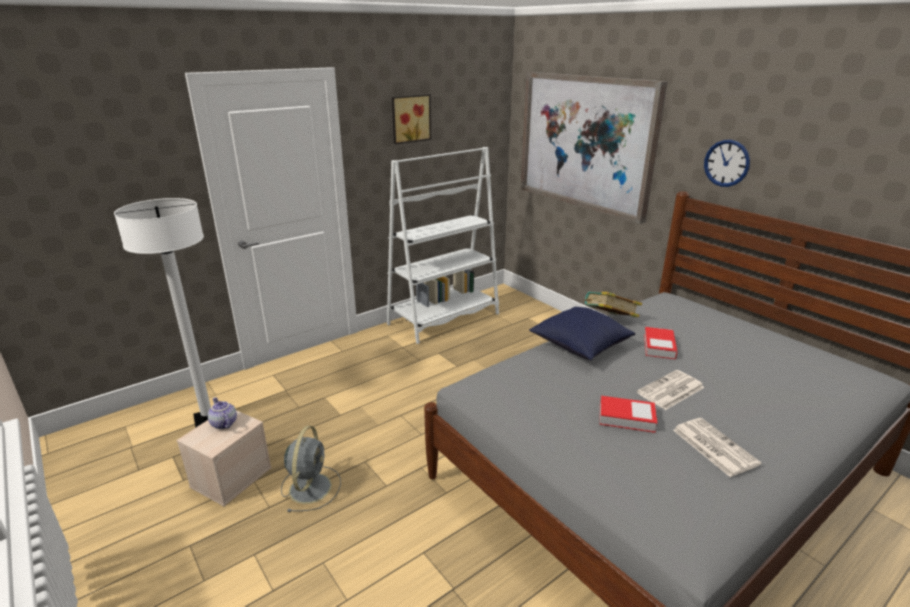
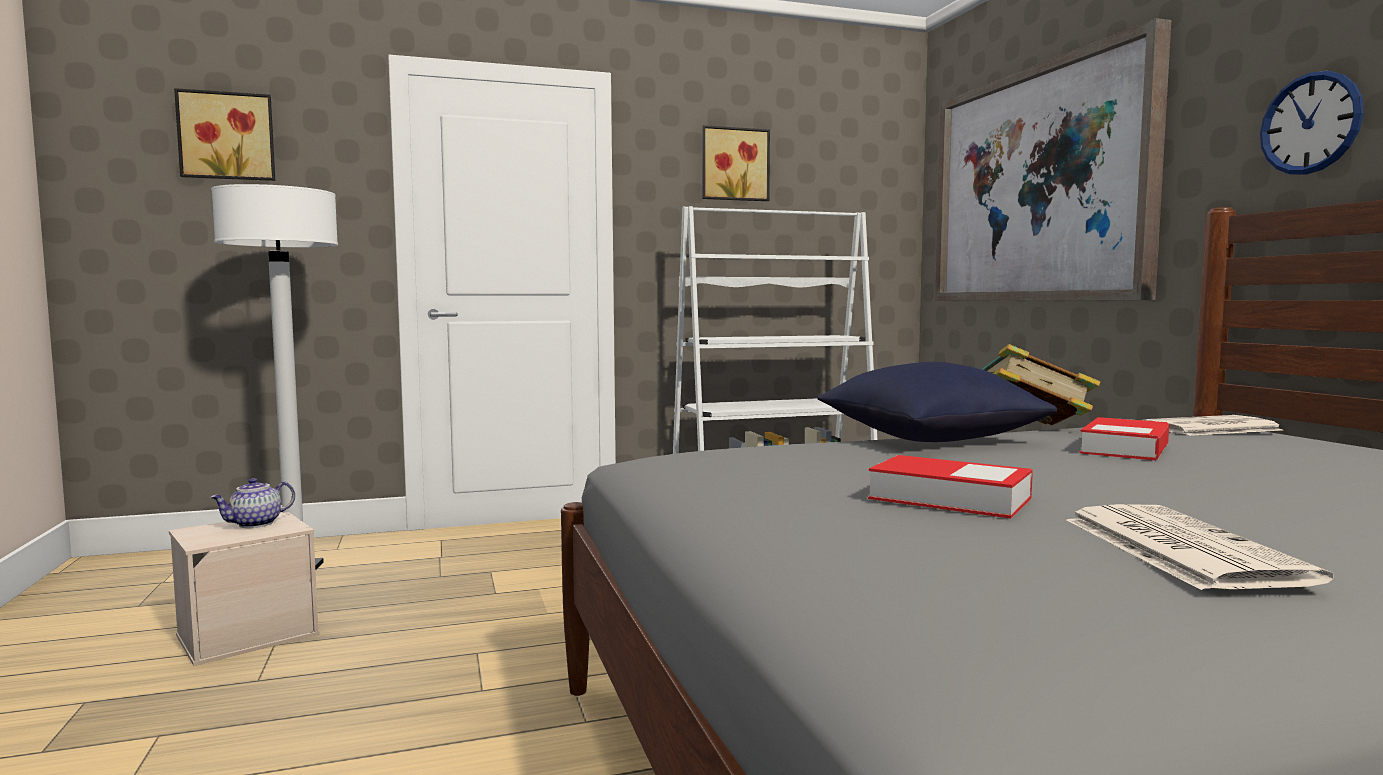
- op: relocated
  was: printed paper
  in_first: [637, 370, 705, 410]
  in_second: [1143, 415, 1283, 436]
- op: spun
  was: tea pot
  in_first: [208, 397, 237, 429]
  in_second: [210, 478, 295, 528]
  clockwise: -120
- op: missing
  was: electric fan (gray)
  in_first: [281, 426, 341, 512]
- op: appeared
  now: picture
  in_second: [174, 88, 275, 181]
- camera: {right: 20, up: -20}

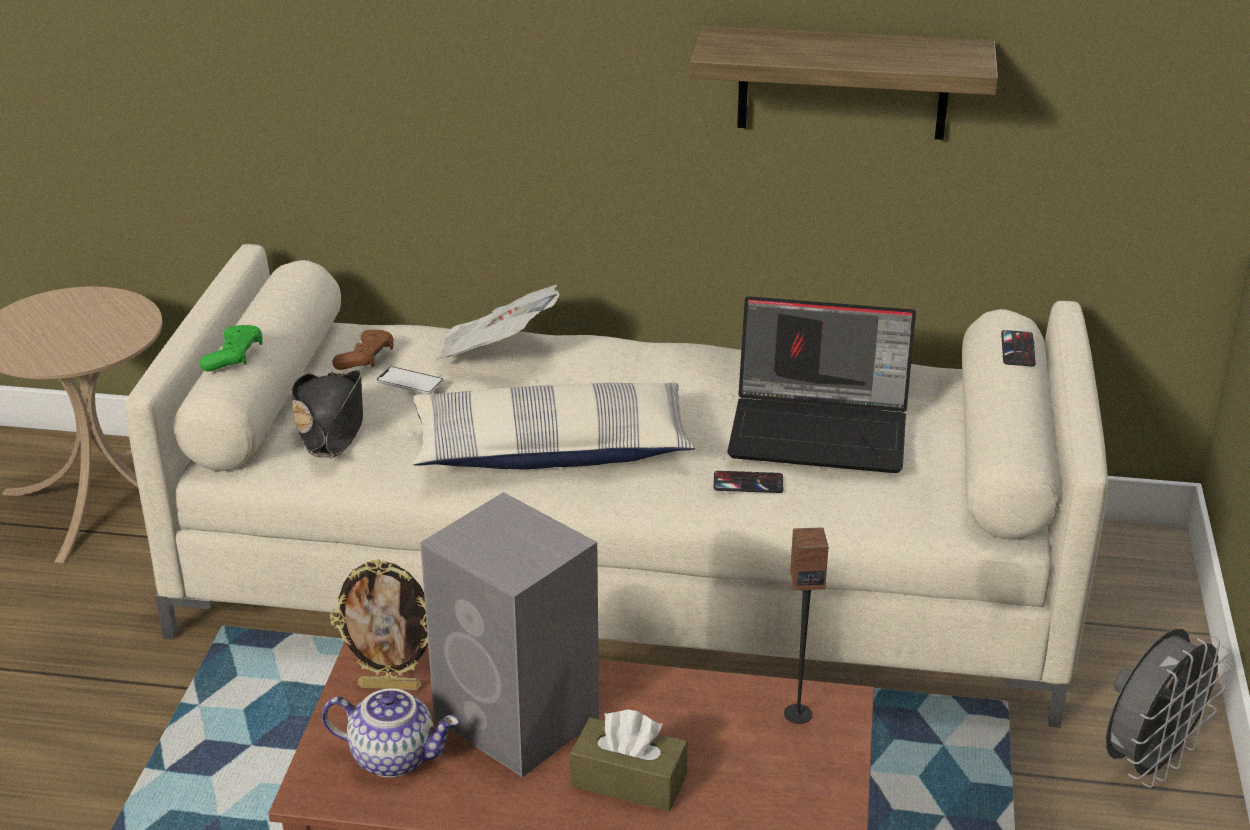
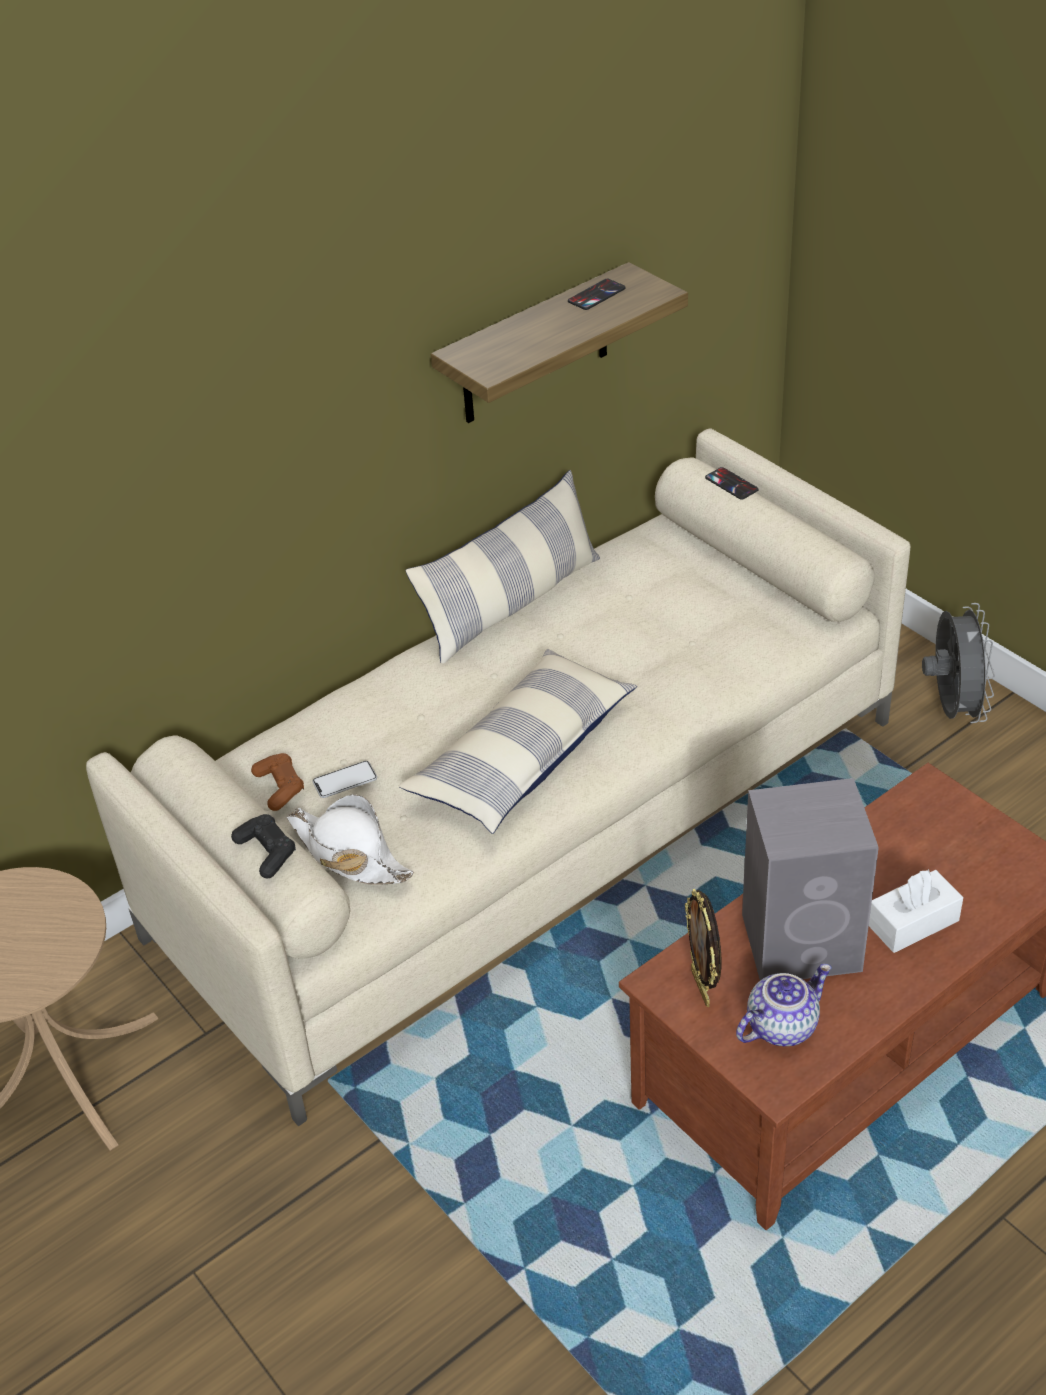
- op: missing
  was: printed paper
  in_first: [436, 285, 560, 360]
- op: missing
  was: laptop
  in_first: [727, 296, 916, 473]
- op: colour
  was: game controller (green-coloured)
  now: game controller (black)
  in_first: [200, 325, 262, 372]
  in_second: [231, 814, 296, 879]
- op: colour
  was: hat (black)
  now: hat (whitish)
  in_first: [291, 370, 363, 458]
  in_second: [287, 794, 414, 885]
- op: relocated
  was: telephone
  in_first: [714, 471, 783, 493]
  in_second: [568, 279, 626, 310]
- op: missing
  was: audio speaker
  in_first: [784, 527, 828, 724]
- op: spun
  was: photo frame
  in_first: [330, 559, 428, 690]
  in_second: [685, 889, 722, 1007]
  clockwise: 120
- op: colour
  was: tissue box (brownish)
  now: tissue box (whitish)
  in_first: [570, 709, 688, 811]
  in_second: [869, 869, 963, 953]
- op: appeared
  now: cushion
  in_second: [405, 470, 600, 663]
- camera: {right: -45, up: 10}

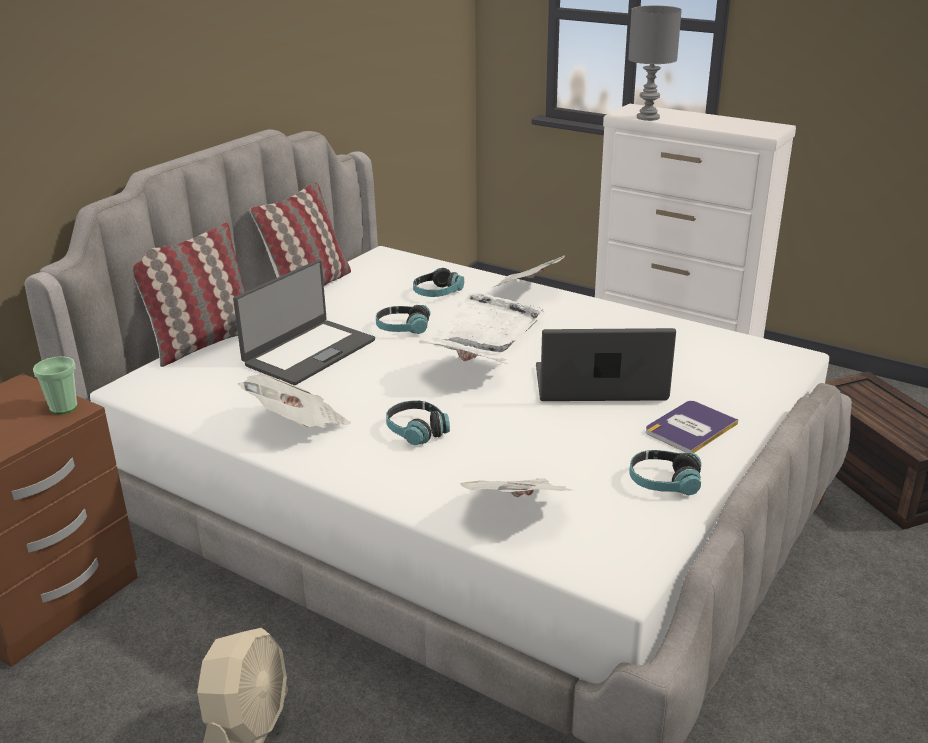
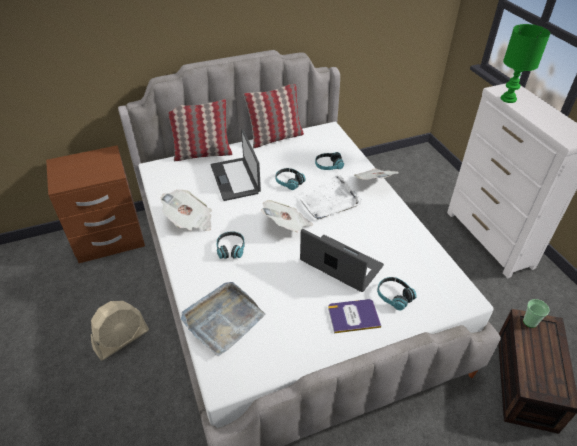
- op: colour
  was: lamp for a table (gray)
  now: lamp for a table (green-coloured)
  in_first: [628, 6, 682, 121]
  in_second: [501, 24, 550, 103]
- op: spun
  was: laptop
  in_first: [233, 260, 375, 385]
  in_second: [211, 129, 261, 201]
  clockwise: 90
- op: relocated
  was: cup
  in_first: [33, 356, 78, 414]
  in_second: [523, 299, 550, 328]
- op: relocated
  was: pair of headphones
  in_first: [629, 450, 701, 495]
  in_second: [377, 277, 417, 310]
- op: exchanged
  was: printed paper
  now: carrying tray (gray)
  in_first: [460, 478, 571, 497]
  in_second: [181, 282, 265, 356]
- camera: {right: 35, up: 15}

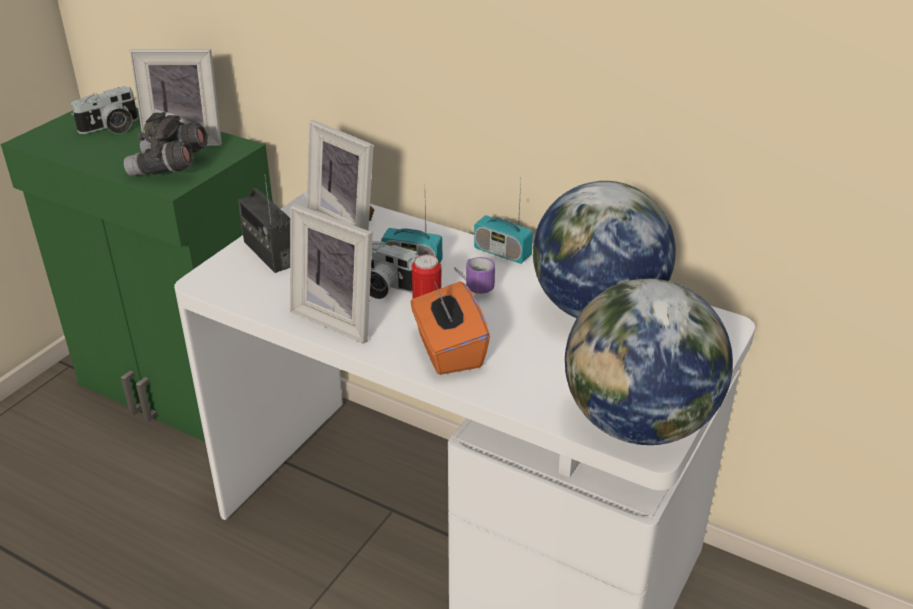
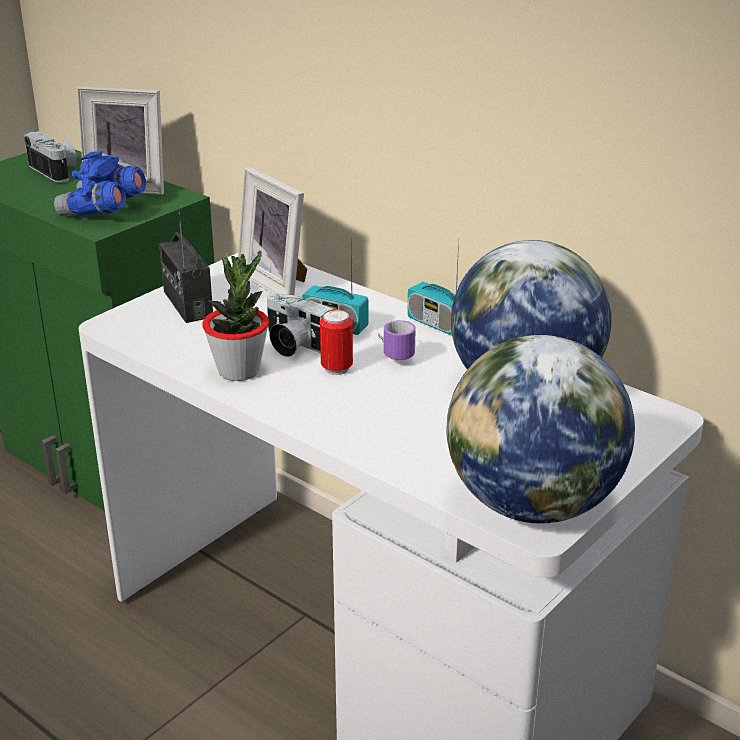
- op: spun
  was: still camera
  in_first: [71, 86, 138, 134]
  in_second: [24, 131, 77, 183]
  clockwise: -105
- op: colour
  was: binoculars (gray)
  now: binoculars (blue-coloured)
  in_first: [124, 112, 208, 176]
  in_second: [54, 151, 147, 216]
- op: exchanged
  was: photo frame
  now: plant in a pot
  in_first: [290, 204, 373, 344]
  in_second: [202, 250, 269, 381]
- op: missing
  was: tissue box (orangey)
  in_first: [410, 281, 490, 375]
- camera: {right: 10, up: -5}

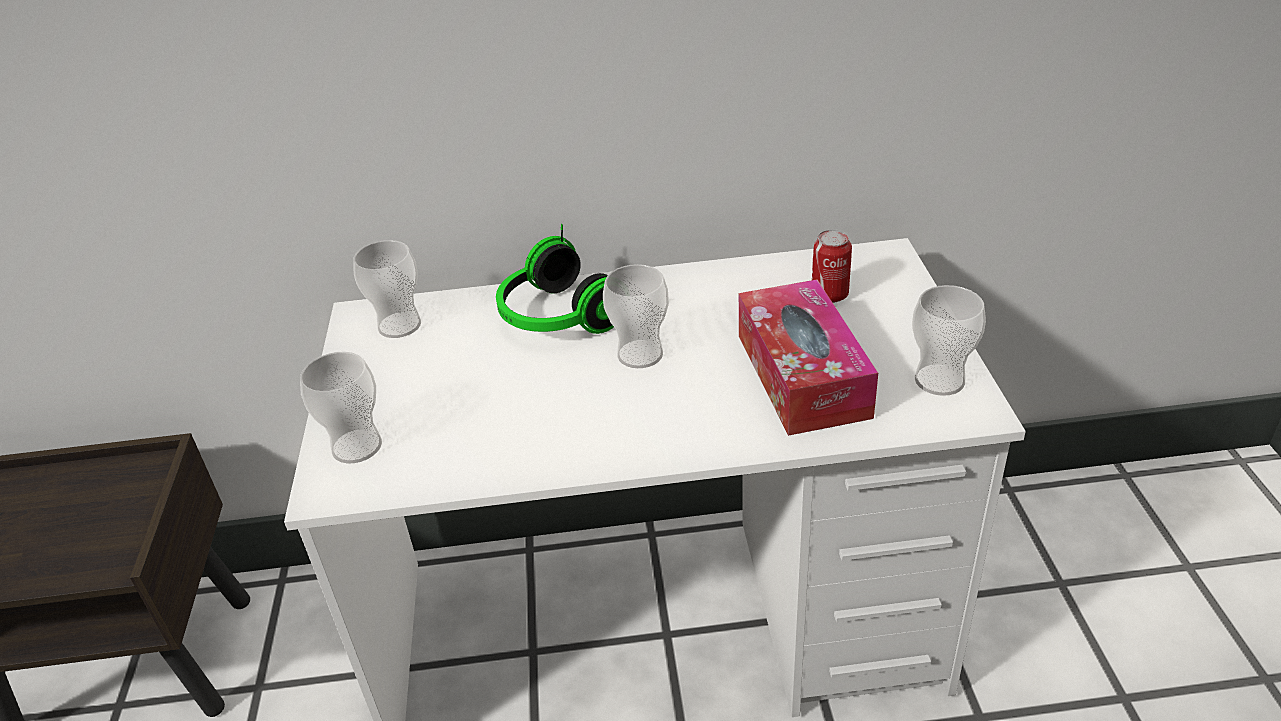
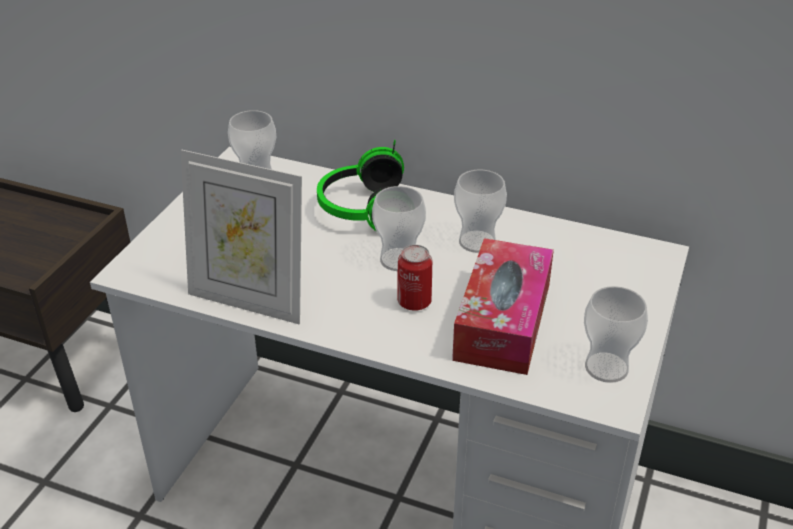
- op: relocated
  was: sealed can
  in_first: [812, 229, 852, 303]
  in_second: [397, 245, 432, 311]
- op: relocated
  was: cup
  in_first: [300, 352, 382, 464]
  in_second: [454, 170, 507, 253]
- op: appeared
  now: photo frame
  in_second: [181, 149, 302, 324]
- camera: {right: 25, up: 0}

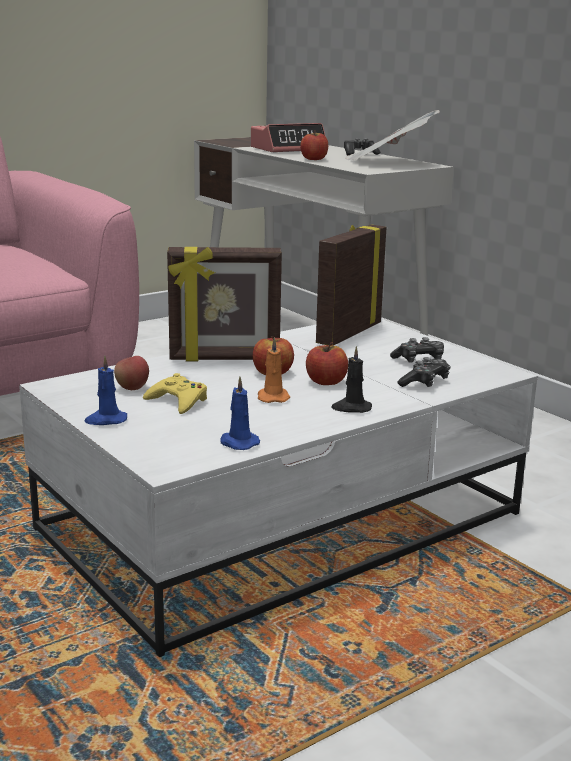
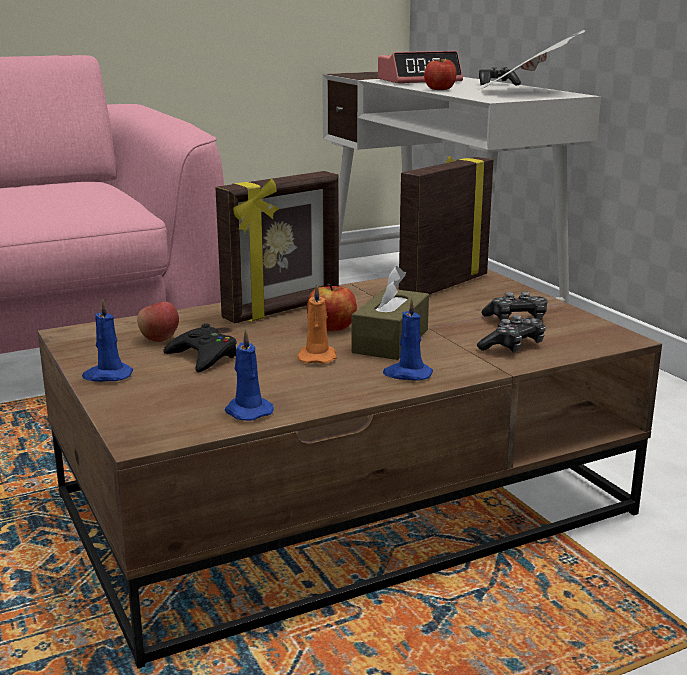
- op: spun
  was: photo frame
  in_first: [167, 247, 282, 361]
  in_second: [215, 171, 339, 323]
  clockwise: -45
- op: colour
  was: lounge table (whitish)
  now: lounge table (brownish)
  in_first: [19, 319, 538, 657]
  in_second: [37, 269, 662, 669]
- op: exchanged
  was: apple
  now: tissue box (brownish)
  in_first: [306, 342, 348, 385]
  in_second: [351, 266, 429, 360]
- op: colour
  was: wax light (black)
  now: wax light (blue-coloured)
  in_first: [331, 346, 372, 413]
  in_second: [383, 297, 433, 381]
- op: colour
  was: game controller (yellow-coloured)
  now: game controller (black)
  in_first: [143, 373, 207, 414]
  in_second: [163, 324, 237, 372]
- camera: {right: 10, up: 0}

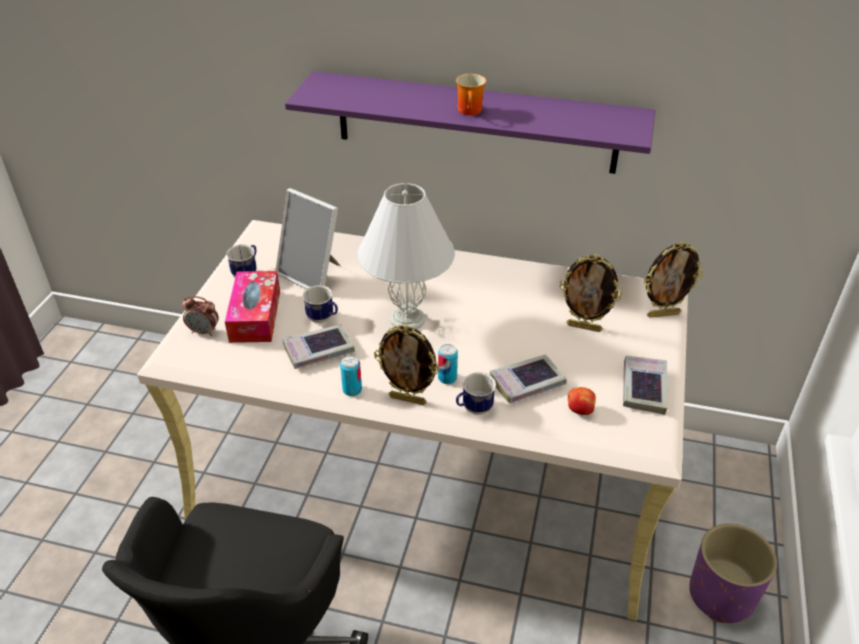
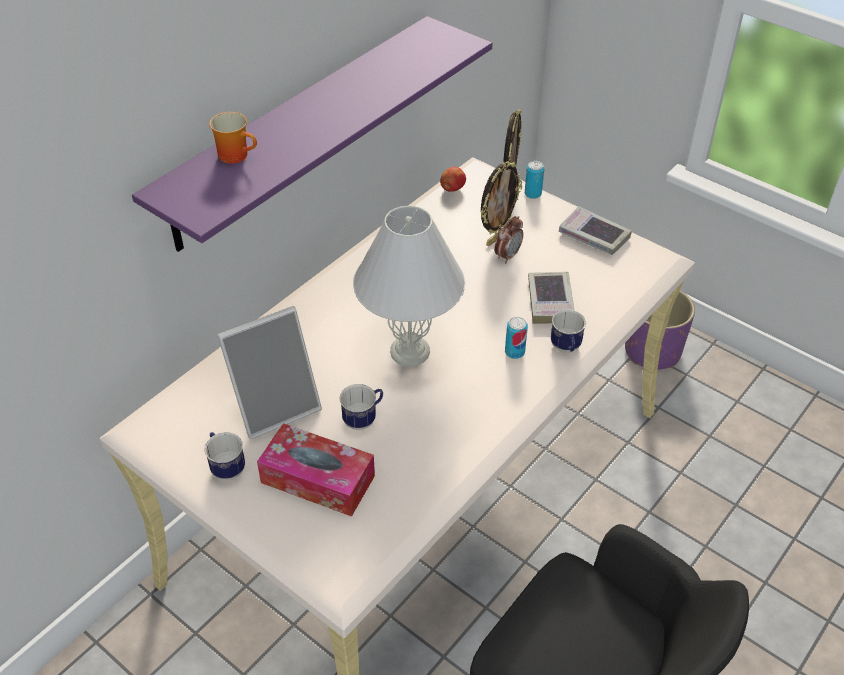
- op: relocated
  was: tea mug
  in_first: [456, 74, 486, 115]
  in_second: [209, 112, 257, 164]
- op: relocated
  was: table clock
  in_first: [182, 296, 219, 336]
  in_second: [494, 216, 523, 263]
- op: missing
  was: bound book
  in_first: [282, 324, 355, 369]
- op: missing
  was: photo frame
  in_first: [374, 325, 440, 405]
- op: relocated
  was: sealed can
  in_first: [340, 356, 362, 396]
  in_second: [525, 161, 544, 199]
- op: relocated
  was: apple
  in_first: [568, 387, 596, 415]
  in_second: [440, 167, 466, 192]
- camera: {right: -65, up: 5}

